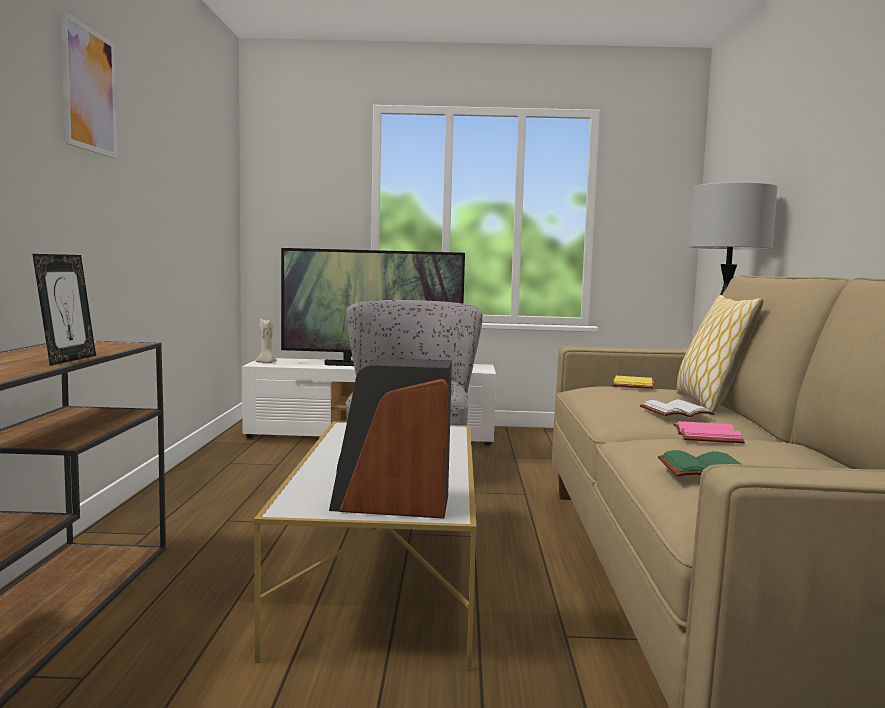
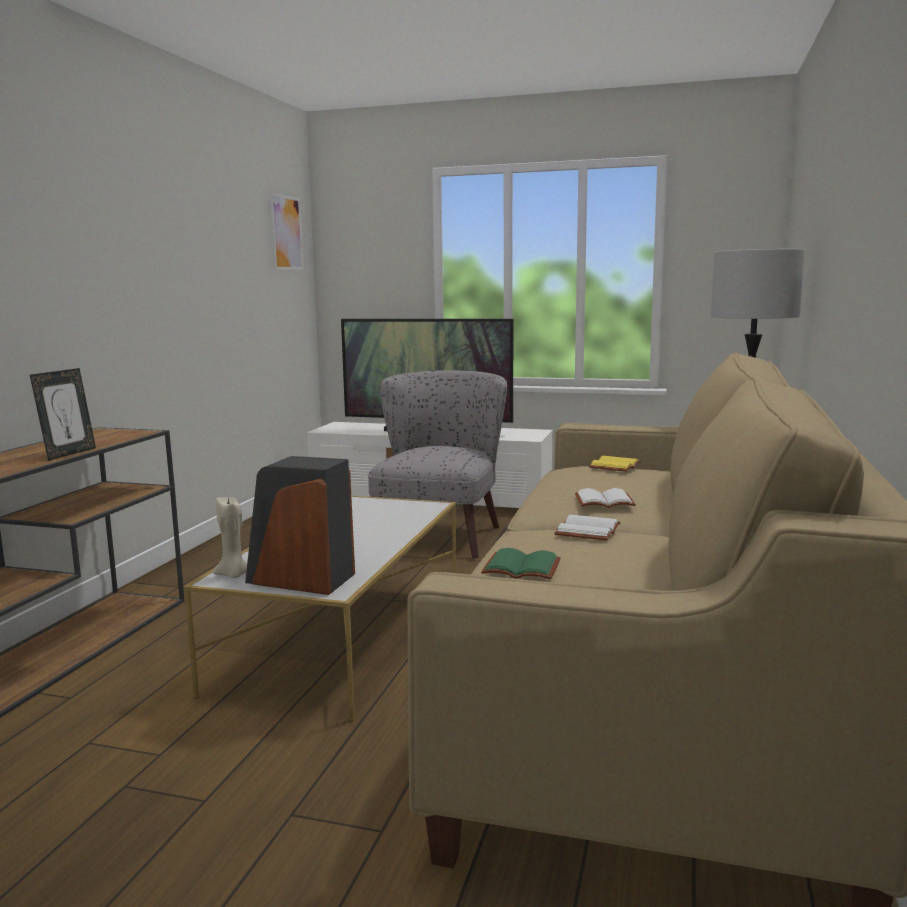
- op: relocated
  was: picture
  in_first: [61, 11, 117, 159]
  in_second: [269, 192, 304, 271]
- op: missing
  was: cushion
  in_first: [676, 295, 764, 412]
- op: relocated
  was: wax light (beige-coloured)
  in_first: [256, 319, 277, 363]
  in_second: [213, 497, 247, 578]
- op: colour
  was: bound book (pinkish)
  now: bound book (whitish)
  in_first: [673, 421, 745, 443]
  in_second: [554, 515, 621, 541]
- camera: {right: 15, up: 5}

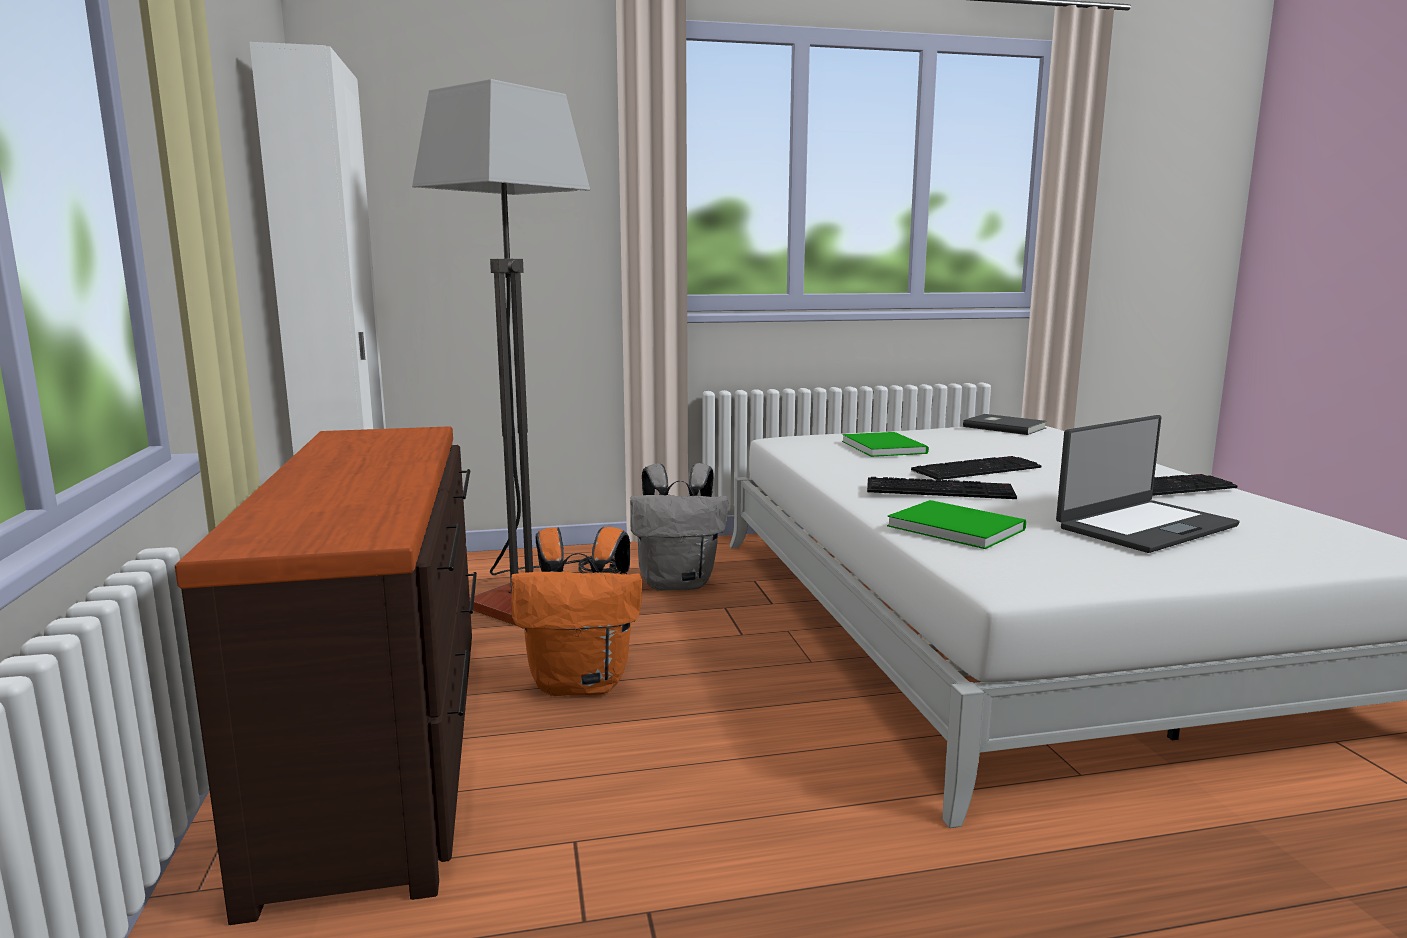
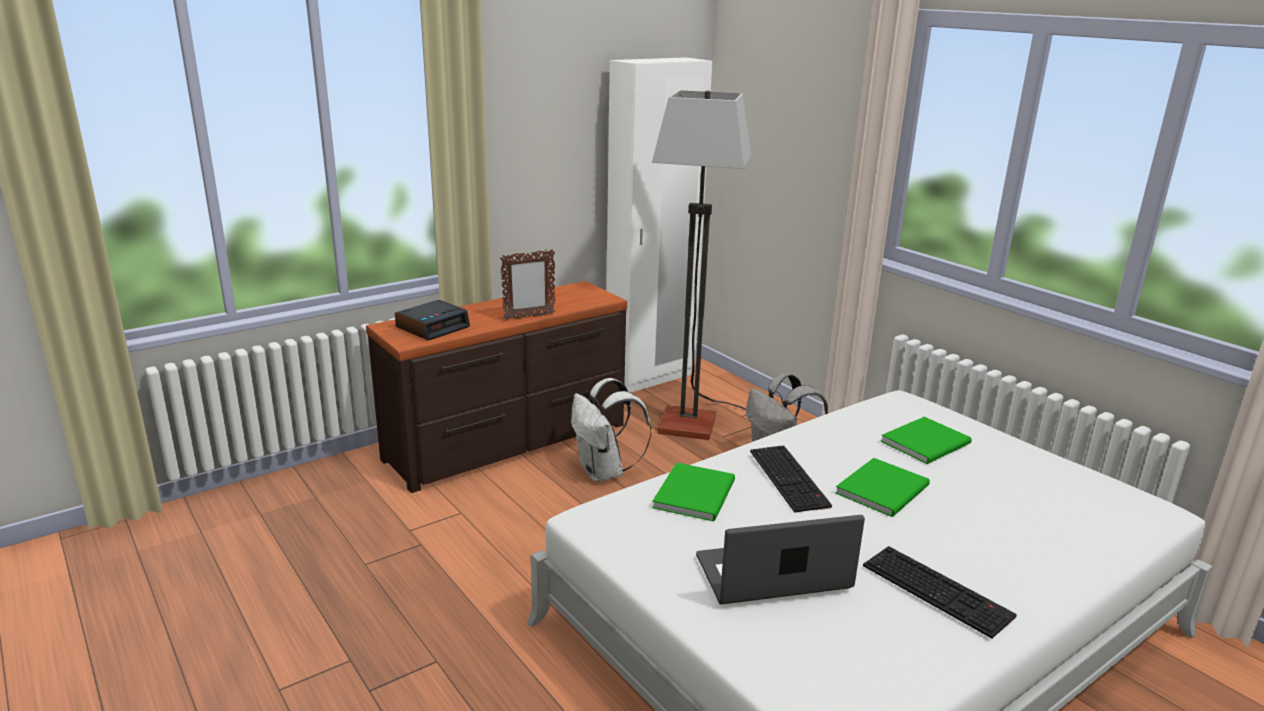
- op: missing
  was: bound book (gray)
  in_first: [963, 414, 1047, 435]
- op: spun
  was: laptop
  in_first: [1056, 415, 1240, 553]
  in_second: [696, 515, 865, 604]
  clockwise: 135
- op: exchanged
  was: computer keyboard
  now: bound book (green-coloured)
  in_first: [911, 456, 1041, 480]
  in_second: [835, 458, 930, 517]
- op: colour
  was: knapsack (orangey)
  now: knapsack (whitish)
  in_first: [511, 527, 642, 696]
  in_second: [571, 378, 651, 482]
- op: appeared
  now: photo frame
  in_second: [500, 249, 555, 320]
- op: appeared
  now: table clock
  in_second: [395, 300, 470, 341]
- camera: {right: 65, up: 10}

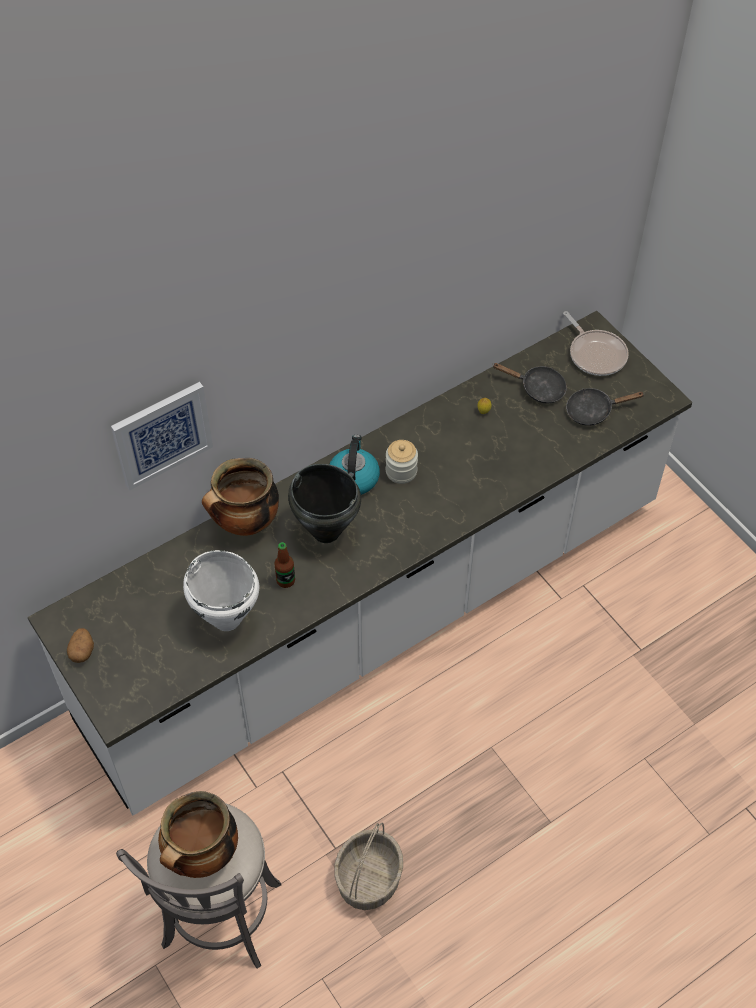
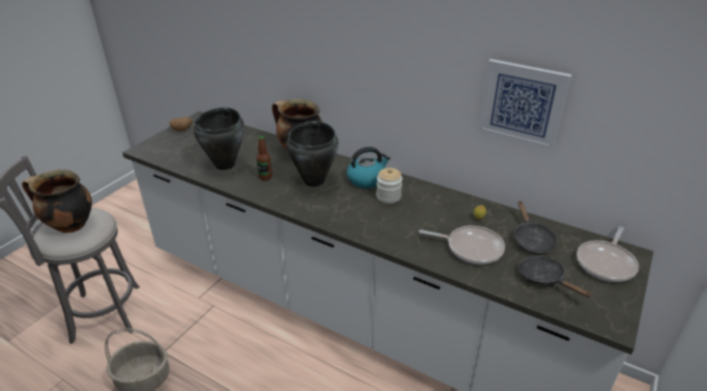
- op: relocated
  was: picture
  in_first: [111, 382, 213, 490]
  in_second: [478, 59, 572, 150]
- op: colour
  was: cooking pot (whitish)
  now: cooking pot (black)
  in_first: [183, 550, 259, 631]
  in_second: [193, 107, 244, 170]
- op: appeared
  now: pan
  in_second: [419, 226, 505, 264]
- camera: {right: 65, up: -20}

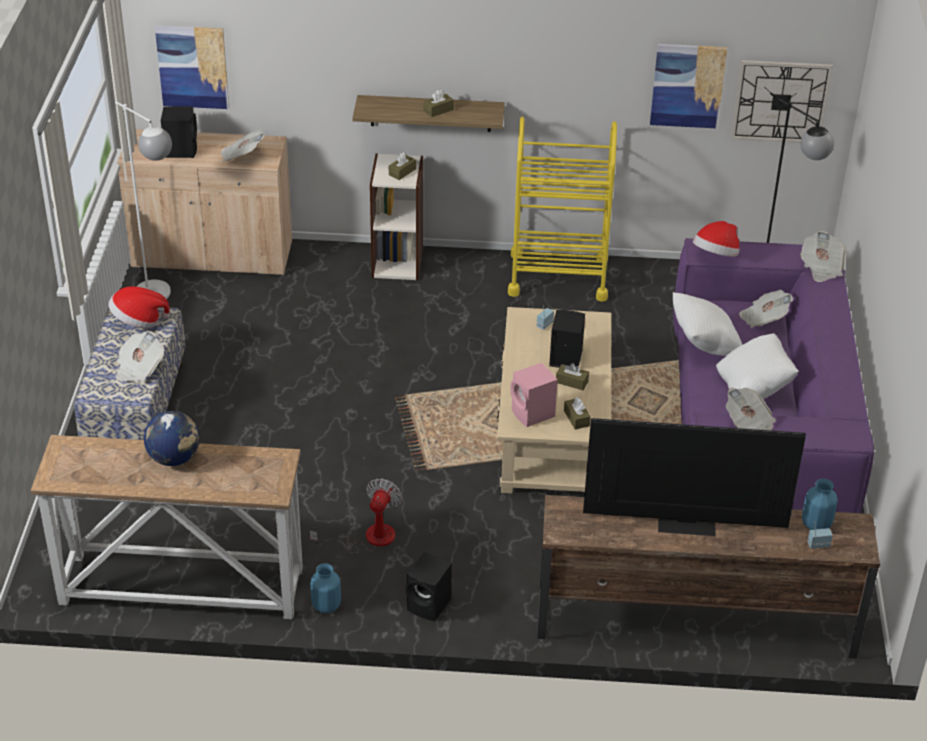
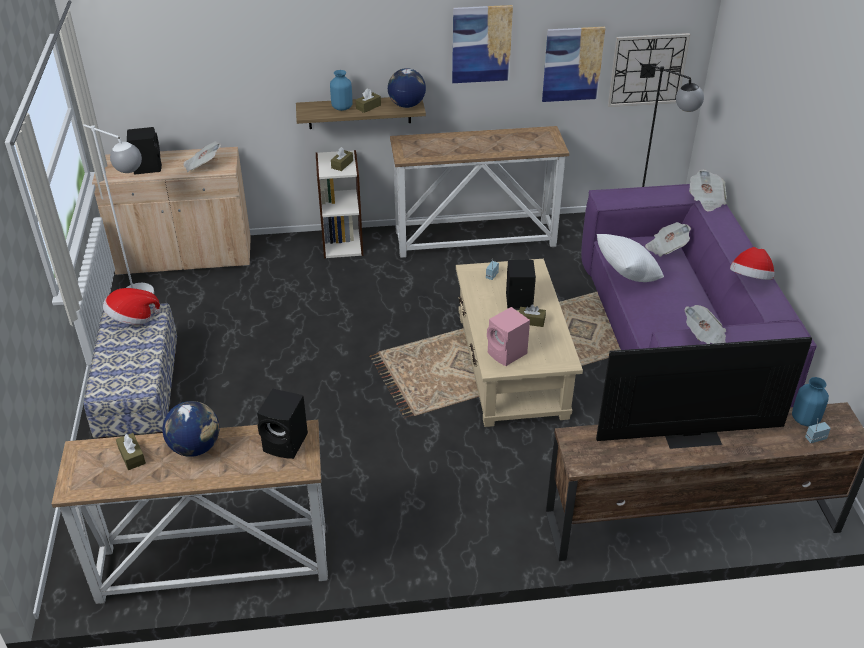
- op: relocated
  was: picture
  in_first: [155, 25, 229, 109]
  in_second: [452, 5, 513, 83]
- op: exchanged
  was: trolley (yellow-coloured)
  now: console table
  in_first: [508, 117, 617, 302]
  in_second: [390, 126, 569, 258]
- op: relocated
  was: hat
  in_first: [693, 221, 740, 257]
  in_second: [730, 247, 775, 280]
- op: missing
  was: printed paper
  in_first: [116, 331, 164, 382]
- op: missing
  was: cushion (whitish)
  in_first: [716, 333, 799, 399]
- op: relocated
  was: tissue box (brownish)
  in_first: [564, 397, 591, 429]
  in_second: [116, 433, 146, 470]
- op: missing
  was: electric fan
  in_first: [310, 478, 402, 554]
- op: relocated
  was: audio speaker (black)
  in_first: [406, 552, 452, 621]
  in_second: [257, 389, 308, 459]
- op: relocated
  was: flower vase (blue-coloured)
  in_first: [311, 563, 341, 613]
  in_second: [330, 70, 353, 111]
- op: appeared
  now: globe
  in_second: [388, 68, 426, 108]
- camera: {right: -10, up: 0}

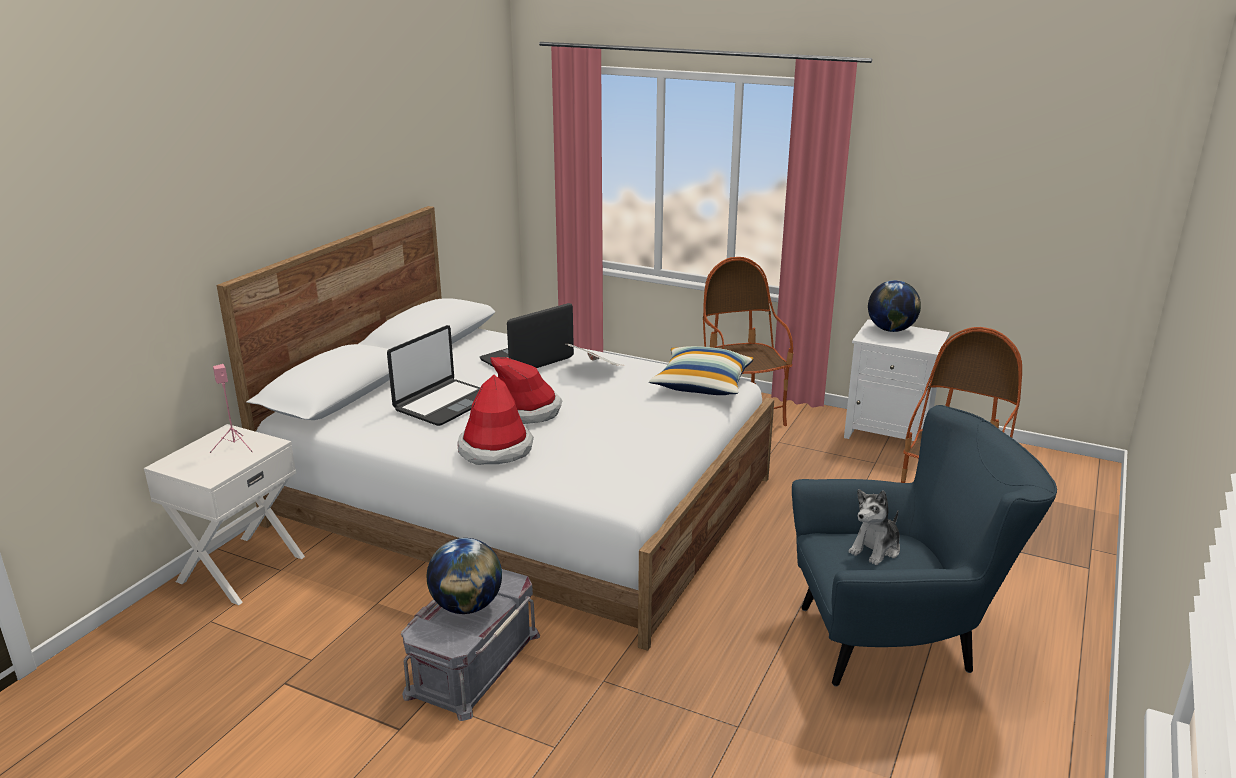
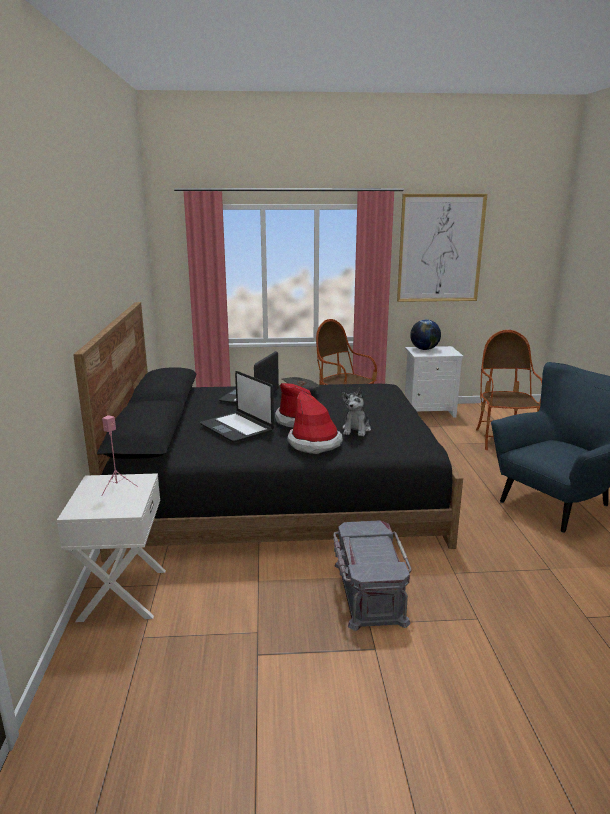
- op: colour
  was: bed (whitish)
  now: bed (black)
  in_first: [217, 206, 774, 651]
  in_second: [73, 302, 463, 562]
- op: spun
  was: laptop
  in_first: [387, 325, 480, 426]
  in_second: [200, 371, 274, 442]
  clockwise: 135
- op: missing
  was: cushion
  in_first: [649, 346, 754, 395]
- op: relocated
  was: plush toy
  in_first: [848, 489, 900, 565]
  in_second: [342, 388, 371, 437]
- op: missing
  was: globe
  in_first: [427, 538, 502, 614]
- op: appeared
  now: picture
  in_second: [397, 194, 487, 302]
- camera: {right: -30, up: -5}

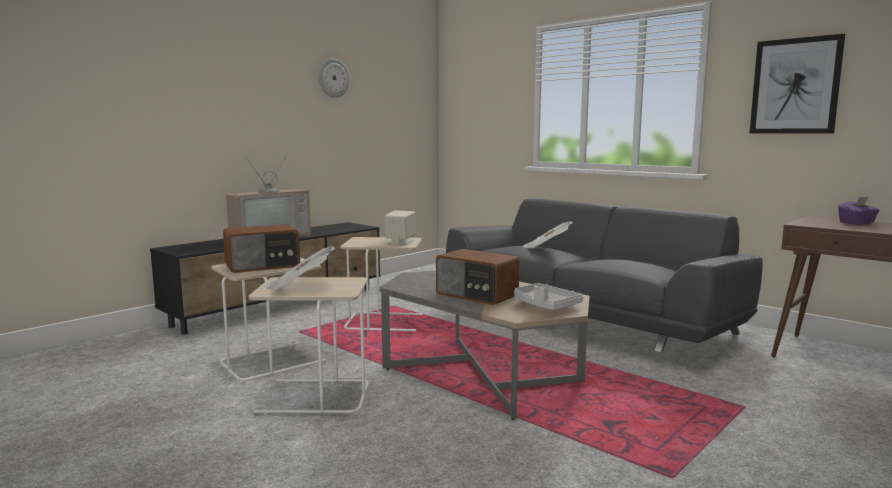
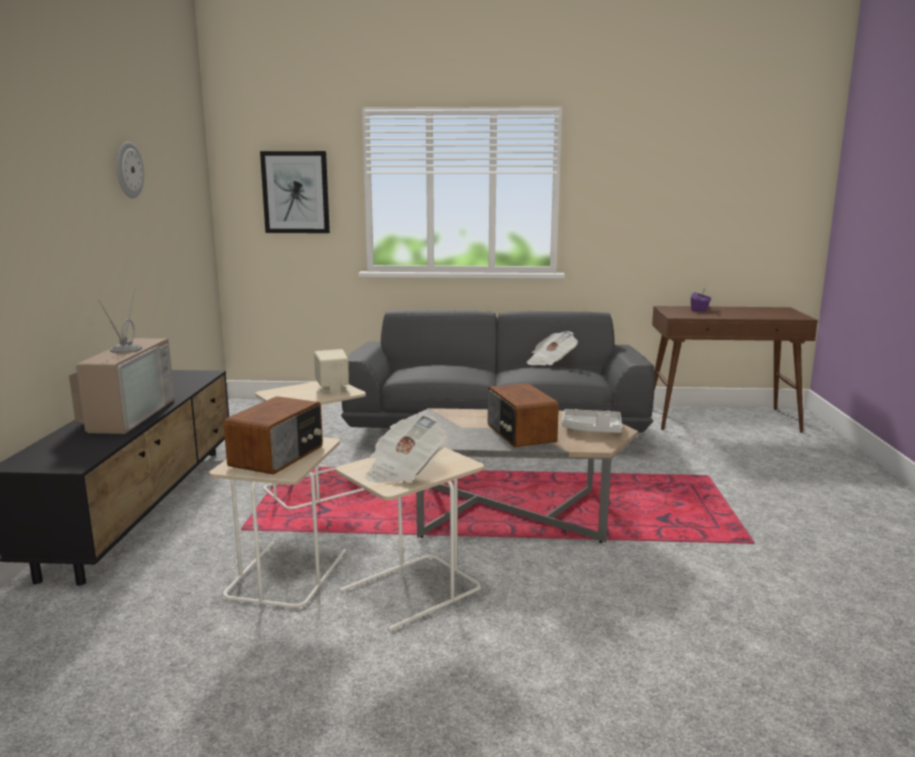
- op: relocated
  was: picture
  in_first: [749, 34, 845, 134]
  in_second: [260, 151, 330, 233]
- op: relocated
  was: printed paper
  in_first: [523, 221, 573, 248]
  in_second: [526, 331, 578, 366]
- op: spun
  was: radio set
  in_first: [436, 249, 520, 305]
  in_second: [488, 383, 559, 447]
  clockwise: 75
- camera: {right: -40, up: 5}

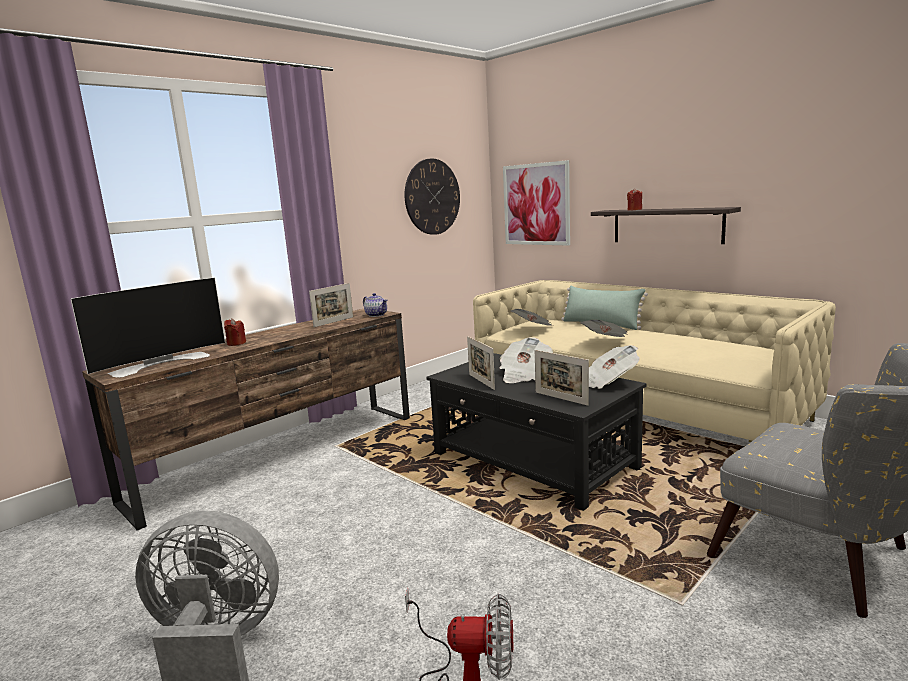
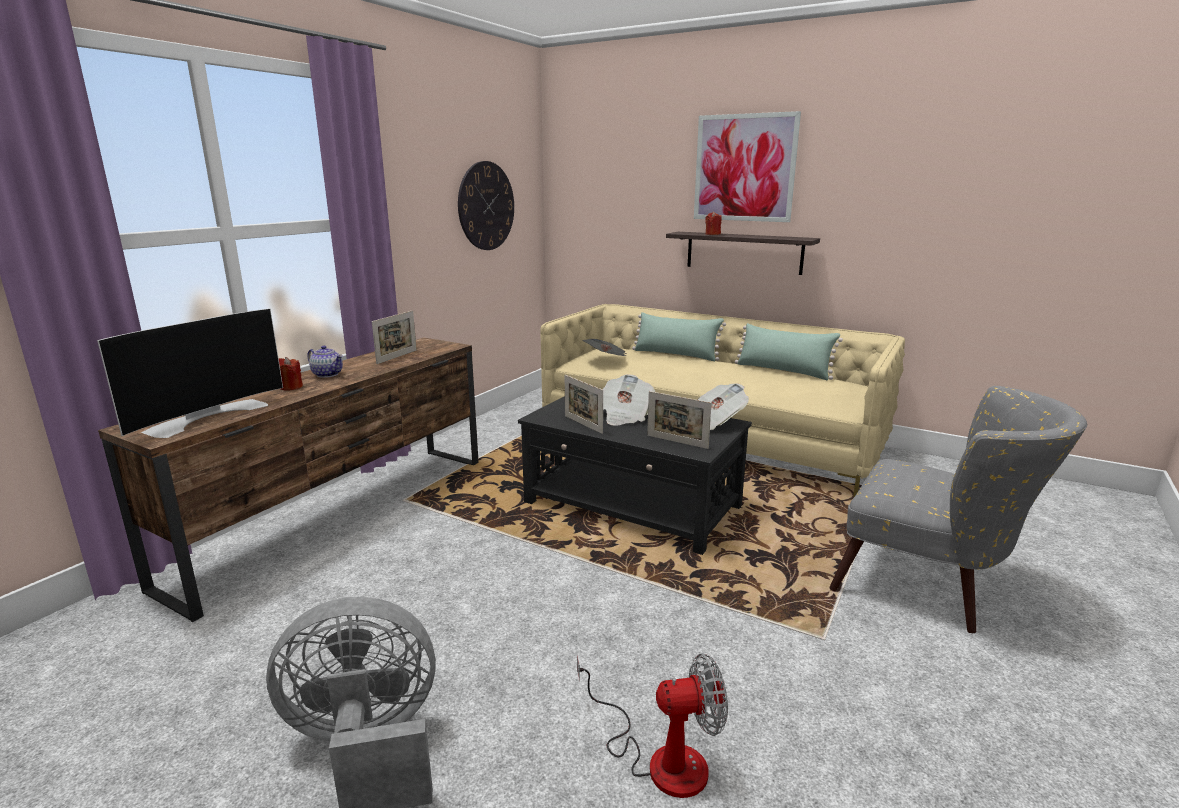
- op: relocated
  was: picture
  in_first: [503, 160, 570, 246]
  in_second: [694, 111, 801, 222]
- op: relocated
  was: tea pot
  in_first: [363, 293, 387, 317]
  in_second: [307, 345, 343, 378]
- op: missing
  was: printed paper
  in_first: [580, 320, 628, 337]
- op: appeared
  now: cushion (green-coloured)
  in_second: [735, 323, 843, 380]
- camera: {right: -15, up: 5}

